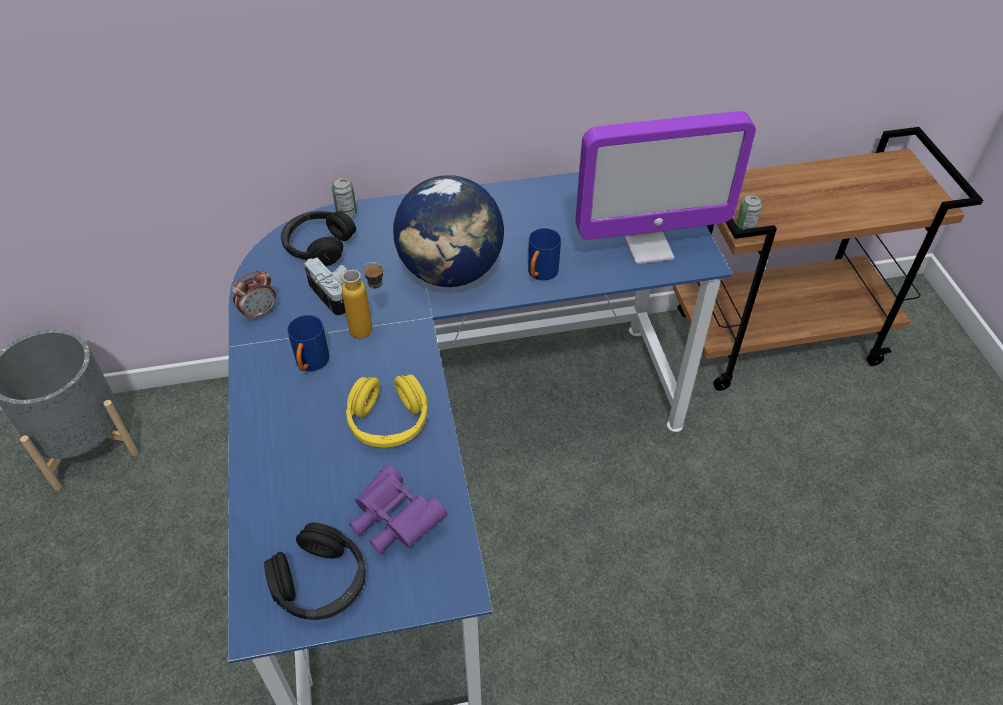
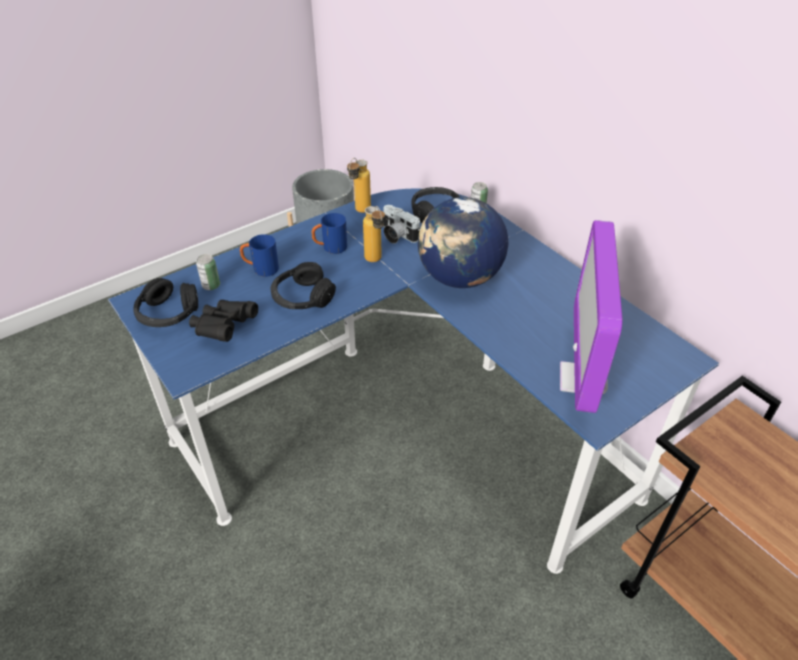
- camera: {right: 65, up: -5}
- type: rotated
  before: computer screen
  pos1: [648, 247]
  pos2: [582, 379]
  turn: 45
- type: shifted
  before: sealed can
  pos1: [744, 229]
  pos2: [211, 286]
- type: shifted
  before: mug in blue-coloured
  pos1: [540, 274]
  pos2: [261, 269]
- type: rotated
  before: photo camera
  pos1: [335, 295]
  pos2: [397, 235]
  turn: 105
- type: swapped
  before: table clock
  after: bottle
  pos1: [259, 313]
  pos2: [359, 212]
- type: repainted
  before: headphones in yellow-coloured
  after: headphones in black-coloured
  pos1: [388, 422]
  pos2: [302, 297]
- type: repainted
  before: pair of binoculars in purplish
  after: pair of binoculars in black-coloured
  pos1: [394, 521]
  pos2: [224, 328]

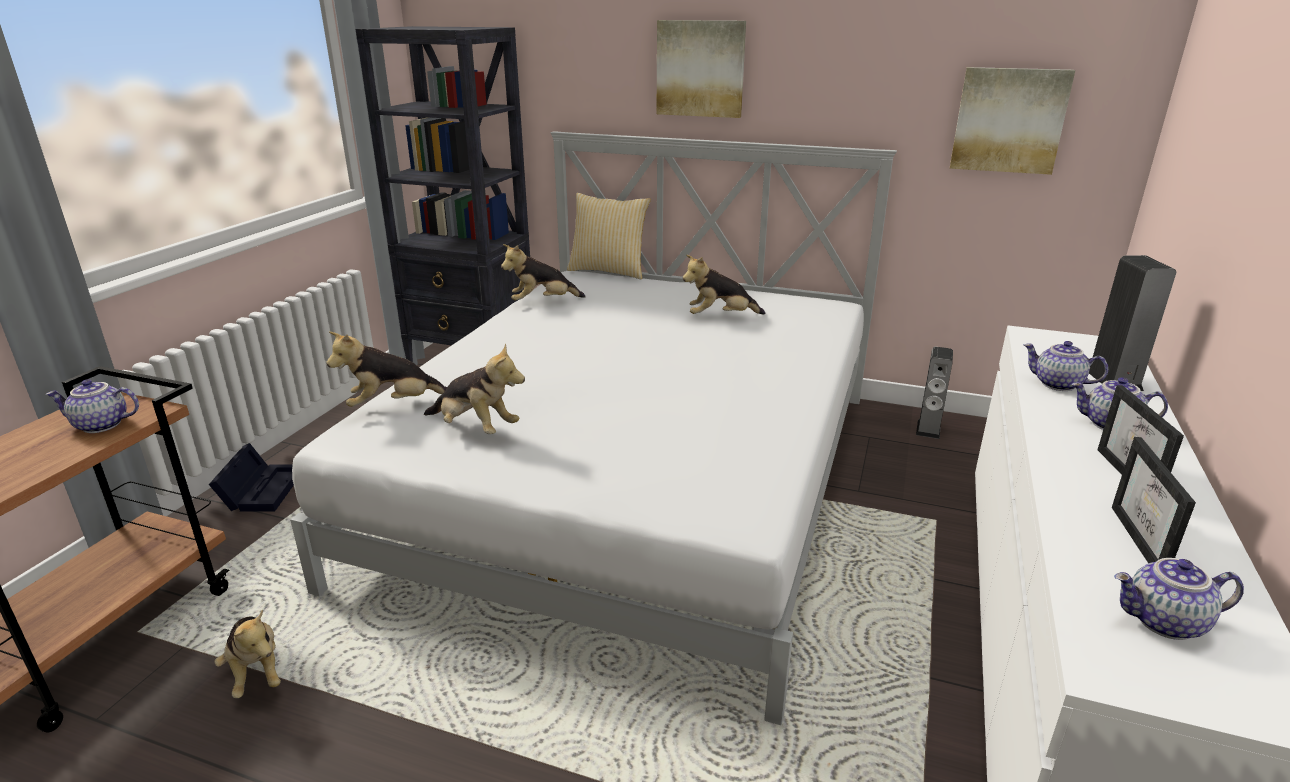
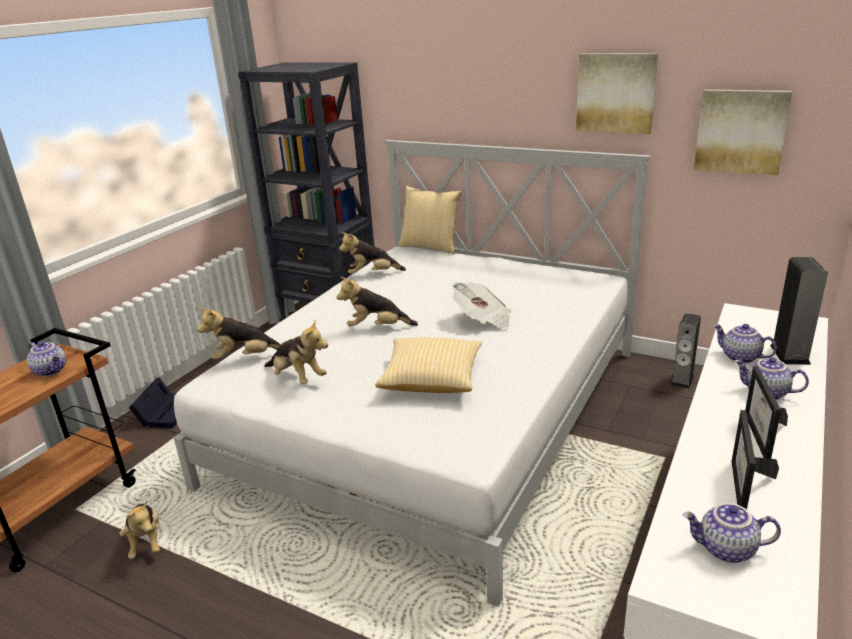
- camera: {right: 10, up: 0}
- type: shifted
  before: wall picture
  pos1: [700, 68]
  pos2: [616, 93]
- type: shifted
  before: cuddly toy
  pos1: [720, 317]
  pos2: [377, 328]
- type: rotated
  before: tea pot
  pos1: [100, 425]
  pos2: [51, 370]
  turn: -150
- type: new
  after: newspaper
  pos2: [483, 320]
- type: new
  after: pillow
  pos2: [431, 379]

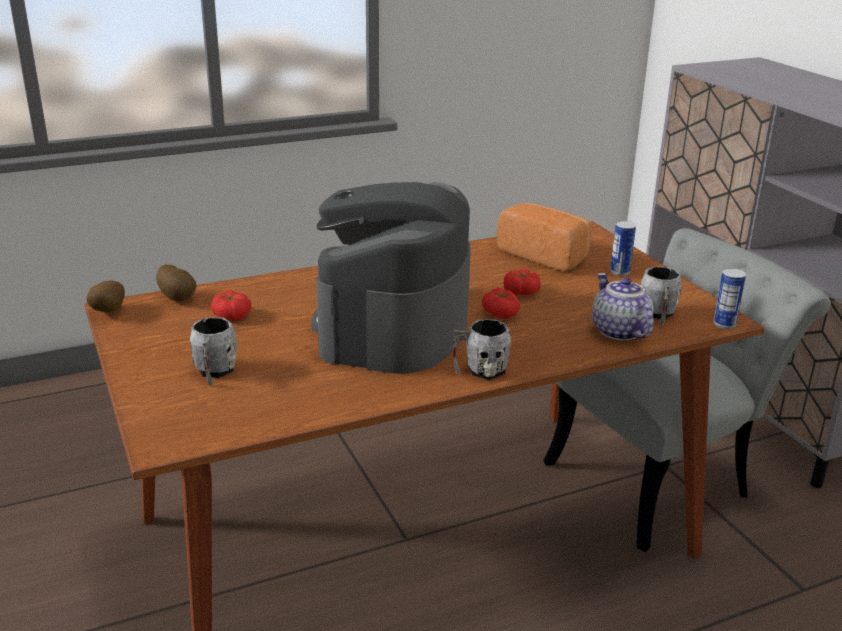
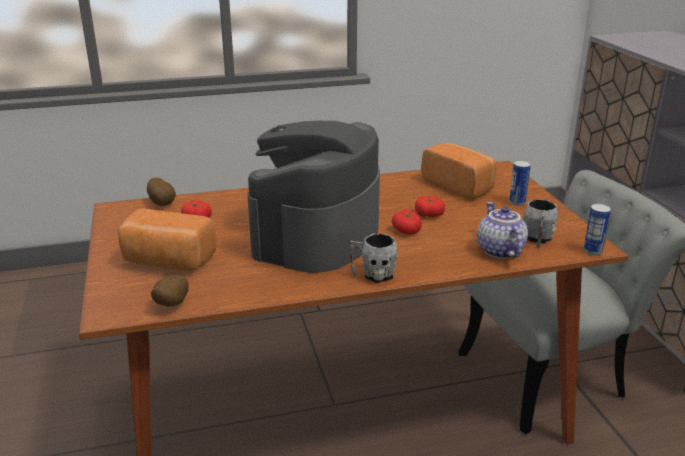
- camera: {right: 10, up: 0}
- type: shifted
  before: whole potato
  pos1: [106, 312]
  pos2: [170, 305]
- type: swapped
  before: mug in grey
  after: bread
  pos1: [214, 372]
  pos2: [167, 262]

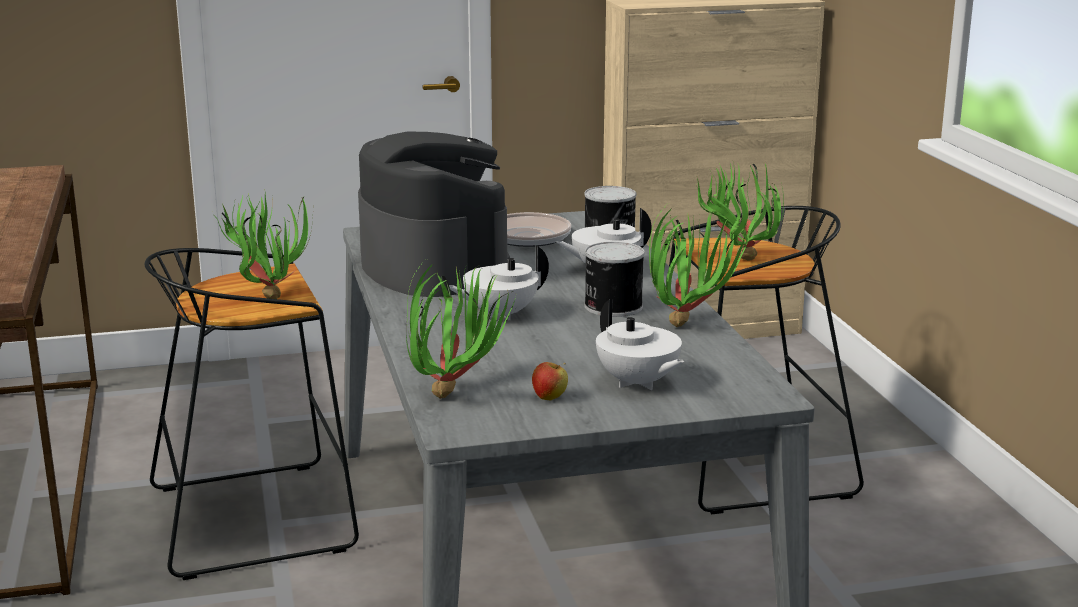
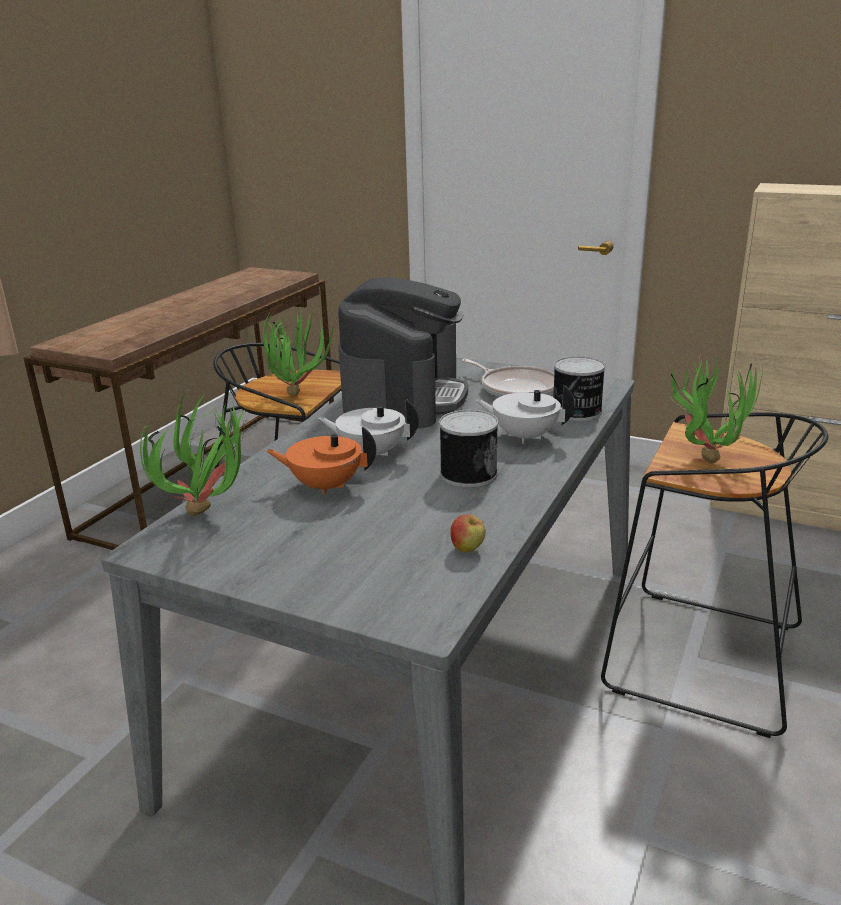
- camera: {right: 40, up: 5}
- type: gone
  before: potted plant
  pos1: [688, 322]
- type: gone
  before: tea pot in white-coloured
  pos1: [637, 383]
- type: shifted
  before: apple fruit
  pos1: [550, 398]
  pos2: [467, 549]
- type: new
  after: tea pot in orangey
  pos2: [325, 486]

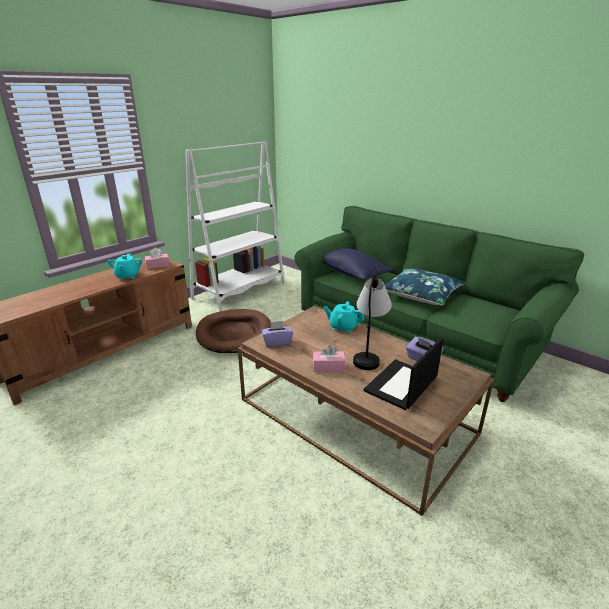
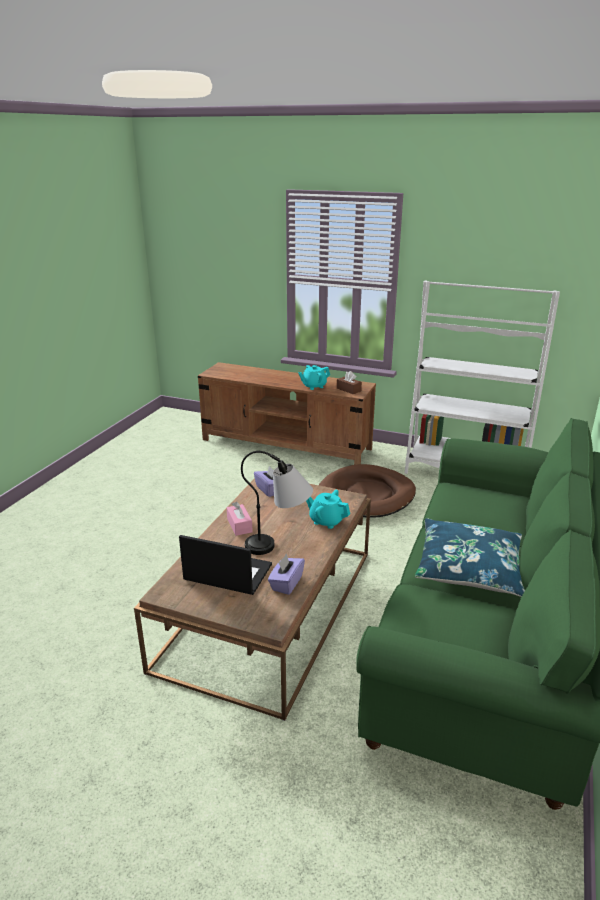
- camera: {right: 70, up: 0}
- type: repainted
  before: tissue holder in pink
  after: tissue holder in brown
  pos1: [158, 265]
  pos2: [348, 389]
- type: gone
  before: pillow in blue-coloured
  pos1: [351, 273]
- type: rotated
  before: tea pot in turquoise
  pos1: [343, 327]
  pos2: [326, 521]
  turn: -60

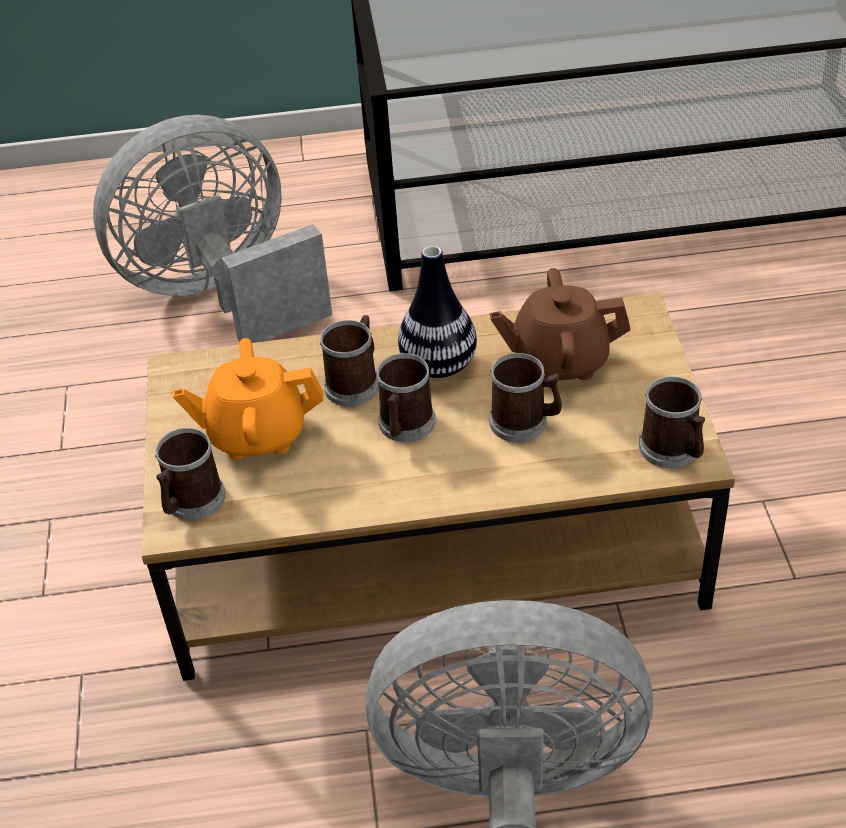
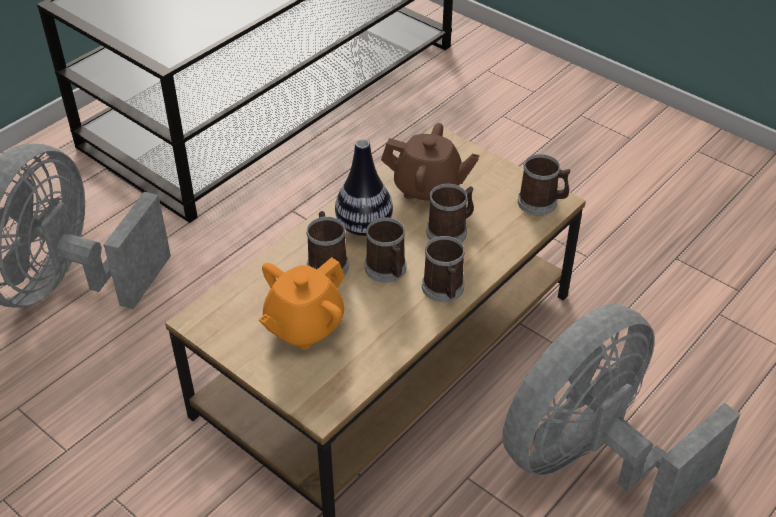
- camera: {right: -45, up: 0}
- type: rotated
  before: tea pot in brown
  pos1: [559, 361]
  pos2: [428, 188]
  turn: -120
- type: shifted
  before: mug
  pos1: [191, 502]
  pos2: [444, 290]

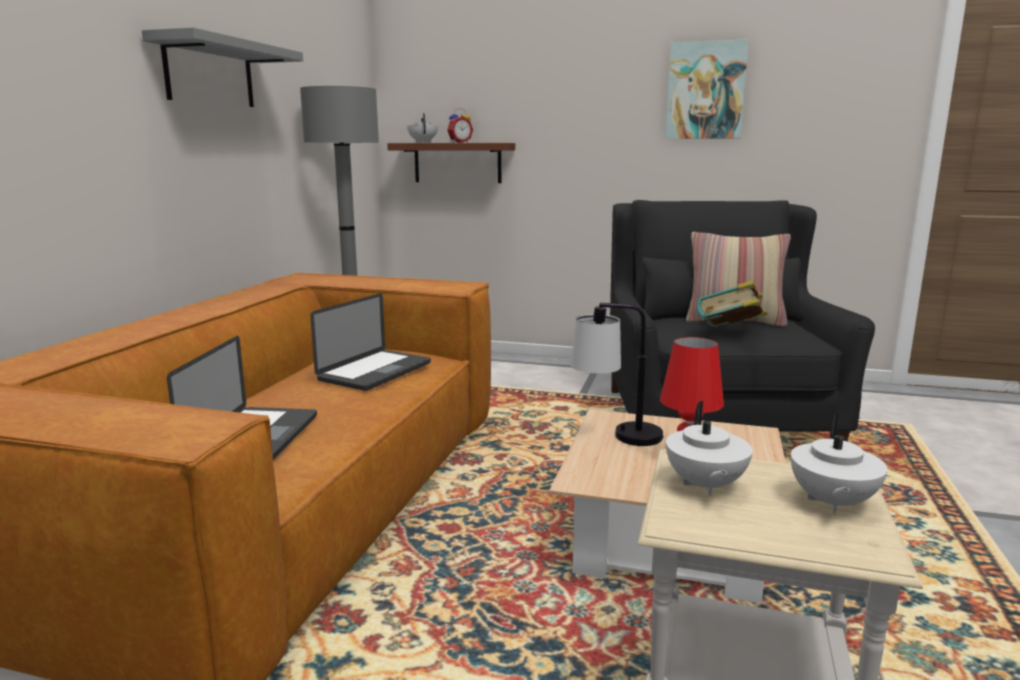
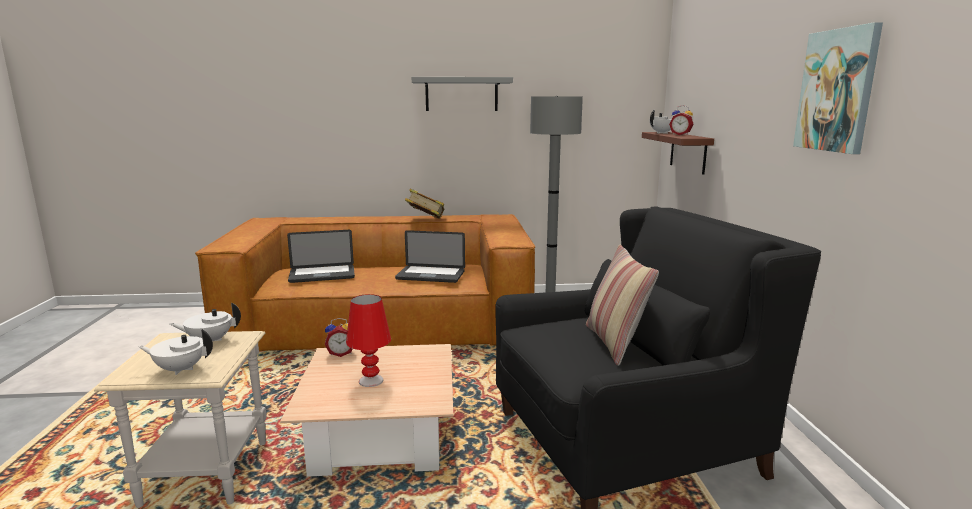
- camera: {right: 70, up: 0}
- type: shifted
  before: bound book
  pos1: [730, 334]
  pos2: [425, 220]
- type: gone
  before: tabletop lamp
  pos1: [616, 438]
- type: new
  after: table clock
  pos2: [341, 353]

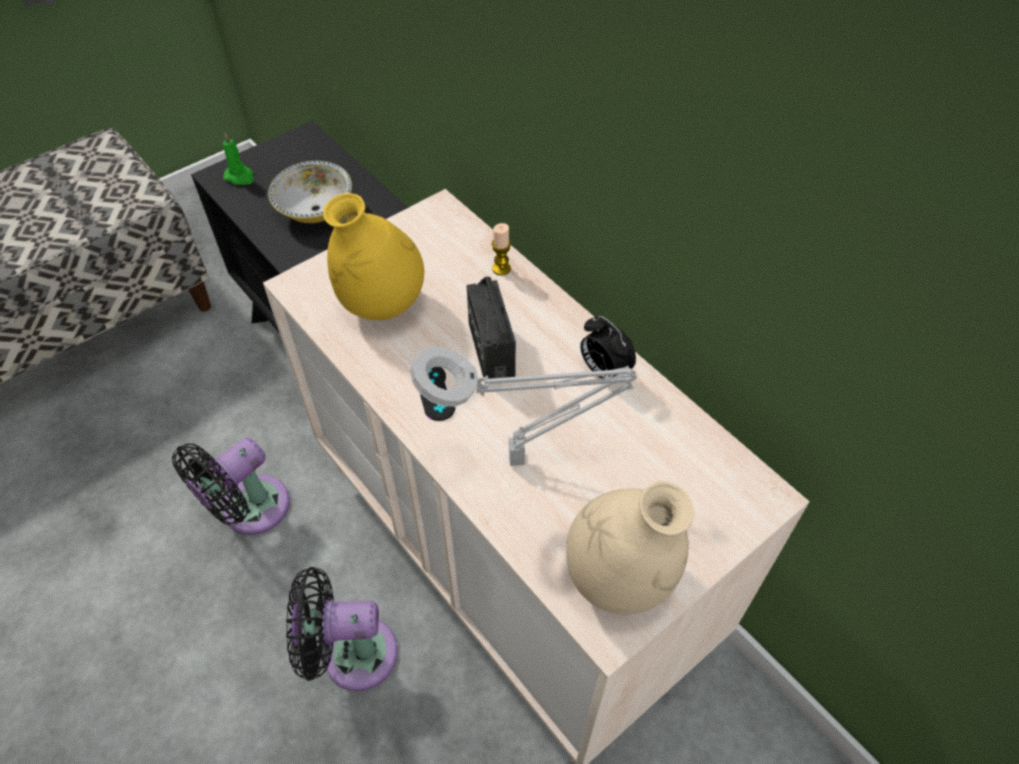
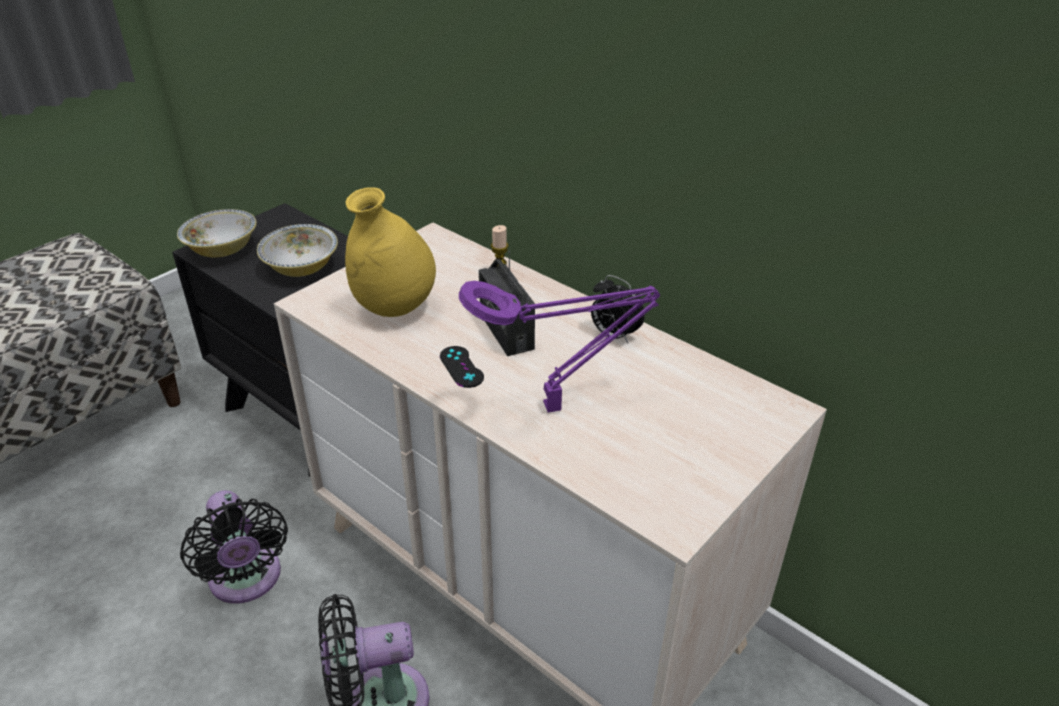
- camera: {right: -10, up: -15}
- type: swapped
  before: wax light in greenish
  after: bowl
  pos1: [240, 177]
  pos2: [222, 249]
- type: repainted
  before: tabletop lamp in grey
  after: tabletop lamp in purplish
  pos1: [523, 458]
  pos2: [558, 407]
- type: rotated
  before: electric fan in black-coloured
  pos1: [249, 510]
  pos2: [246, 580]
  turn: -60
- type: gone
  before: decorative vase in beige-coloured
  pos1: [619, 578]

